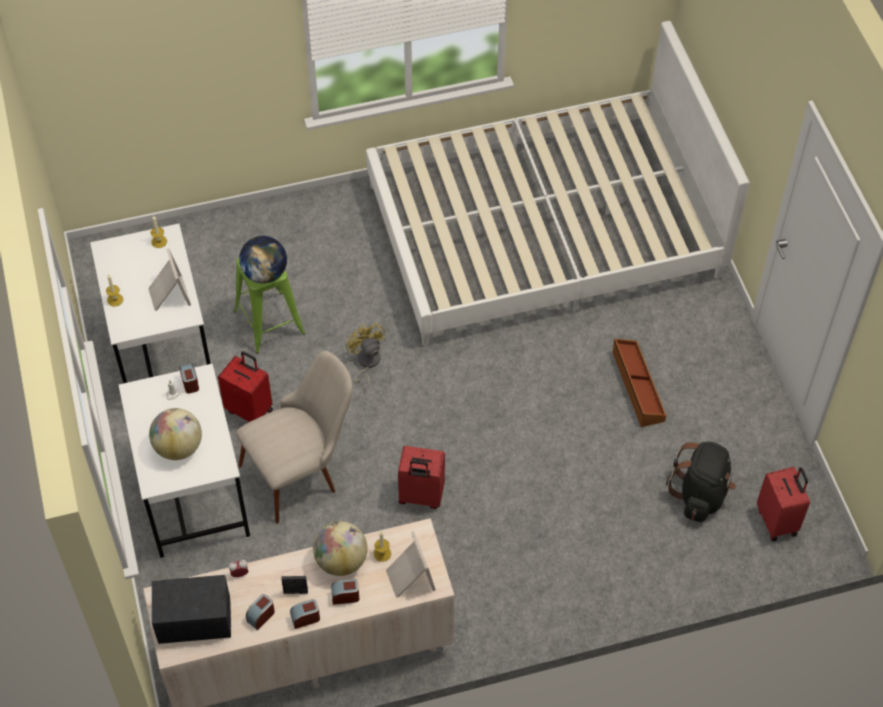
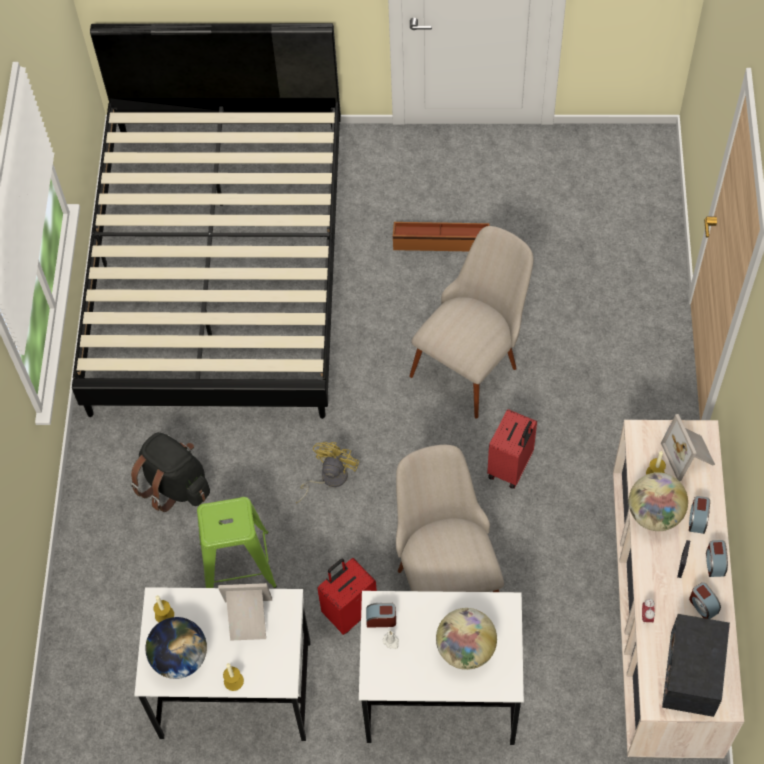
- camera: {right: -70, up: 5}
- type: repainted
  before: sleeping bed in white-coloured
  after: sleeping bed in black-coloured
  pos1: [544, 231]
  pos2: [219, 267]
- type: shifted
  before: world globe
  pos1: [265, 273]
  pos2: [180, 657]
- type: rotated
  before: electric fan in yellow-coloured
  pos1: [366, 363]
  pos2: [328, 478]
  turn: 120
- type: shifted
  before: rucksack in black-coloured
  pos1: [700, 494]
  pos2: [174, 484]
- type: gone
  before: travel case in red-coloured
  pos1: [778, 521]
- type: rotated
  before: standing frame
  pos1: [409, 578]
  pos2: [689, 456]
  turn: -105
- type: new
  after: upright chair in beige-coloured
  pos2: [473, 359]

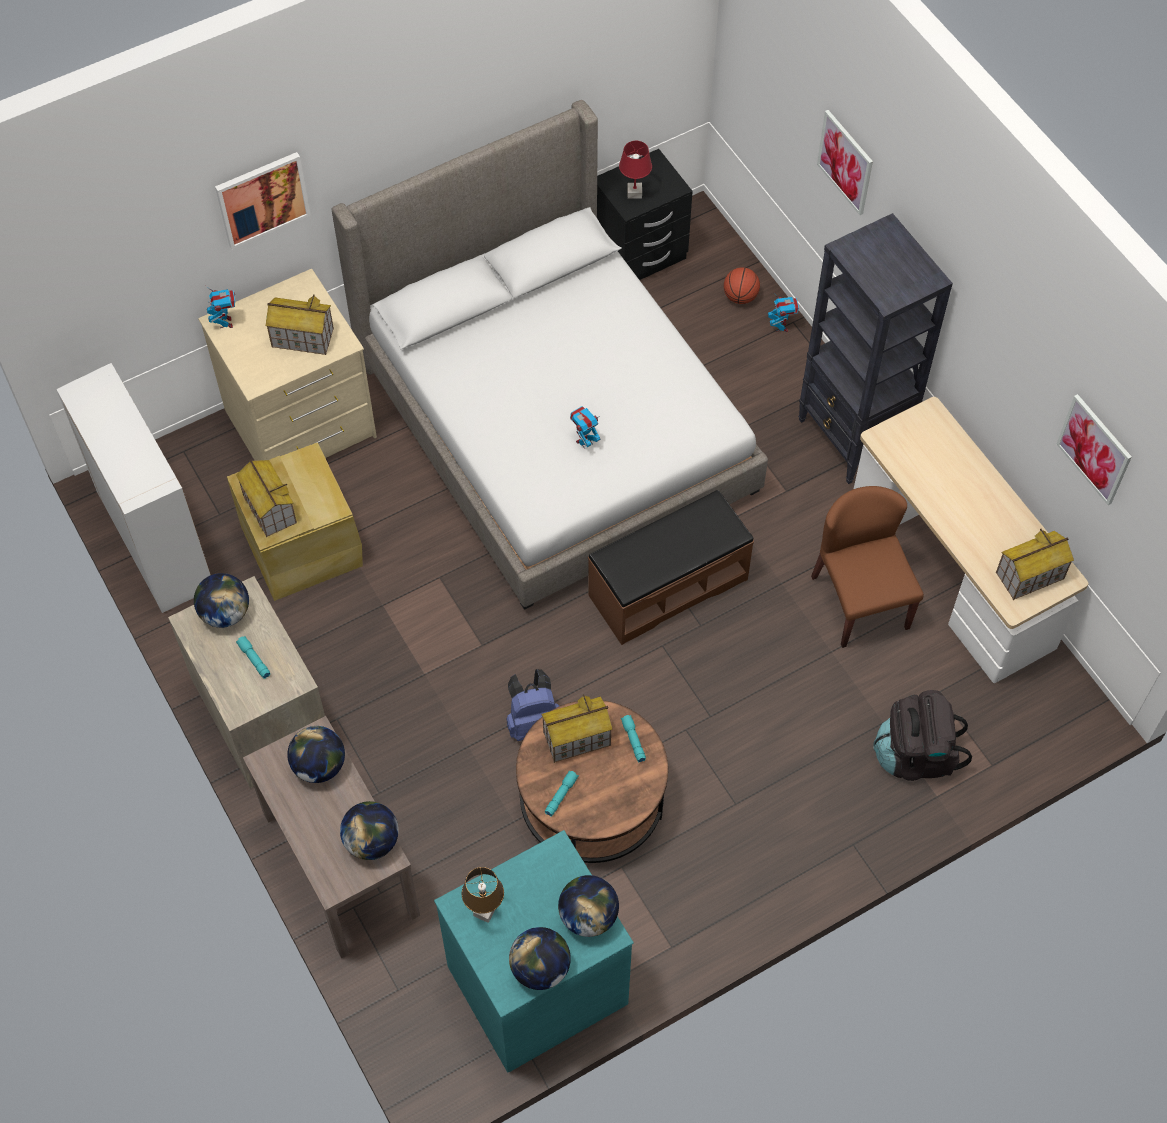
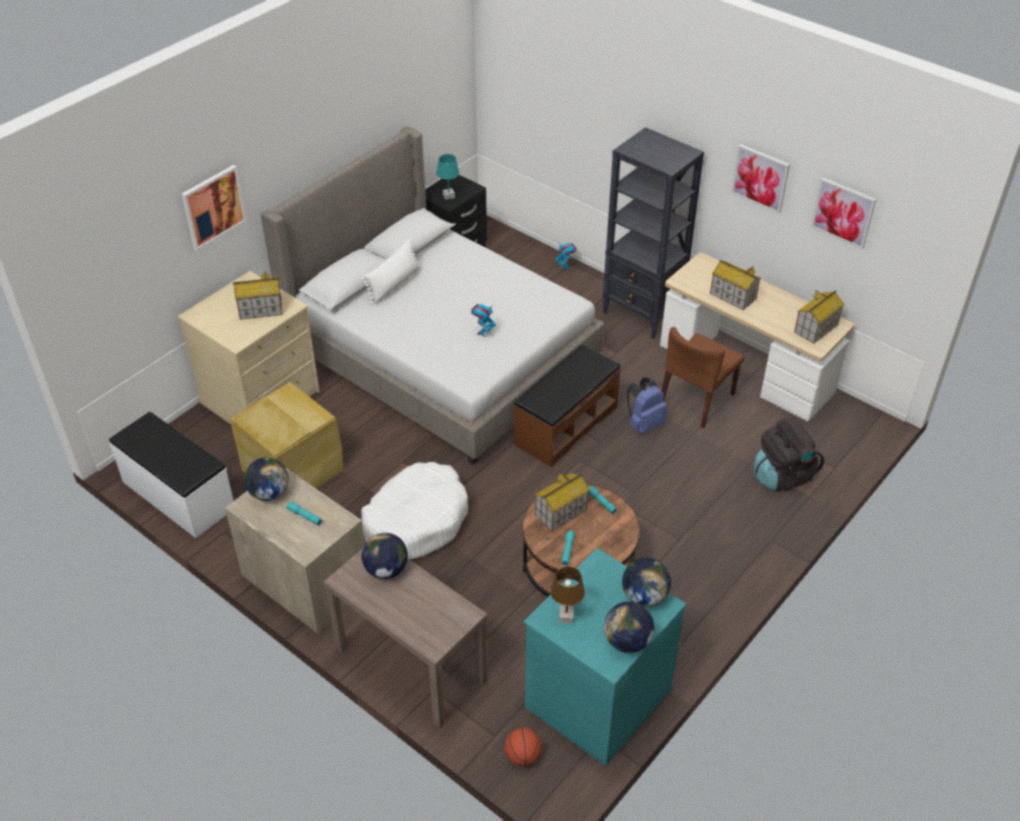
- camera: {right: -20, up: -15}
- type: shifted
  before: wall picture
  pos1: [845, 162]
  pos2: [760, 178]
- type: repainted
  before: tabletop lamp in red-coloured
  after: tabletop lamp in turquoise
  pos1: [634, 193]
  pos2: [449, 196]
- type: shifted
  before: basketball
  pos1: [740, 297]
  pos2: [522, 756]
- type: gone
  before: model robot
  pos1: [226, 323]
- type: swapped
  before: cupboard in white-coloured
  after: bench in white-coloured
  pos1: [154, 541]
  pos2: [177, 495]
- type: shifted
  before: miniature house
  pos1: [269, 508]
  pos2: [732, 296]
- type: rotated
  before: upright chair in brown
  pos1: [859, 601]
  pos2: [696, 400]
  turn: -105
- type: shifted
  before: rucksack in blue-coloured
  pos1: [533, 722]
  pos2: [644, 424]
- type: gone
  before: world globe
  pos1: [372, 841]
- type: new
  after: pillow in white-coloured
  pos2: [394, 284]
- type: new
  after: dog bed in white-coloured
  pos2: [416, 520]

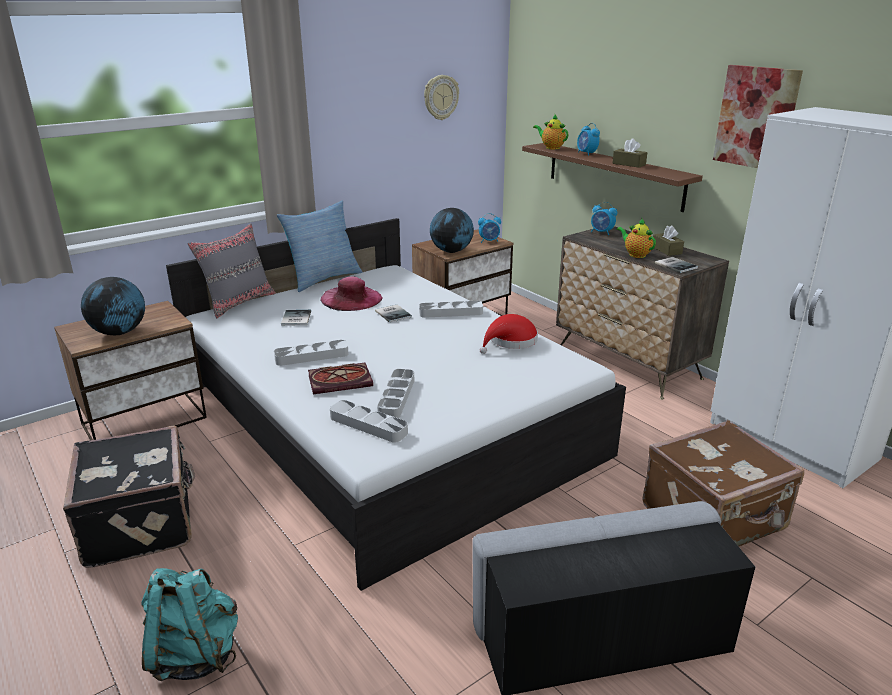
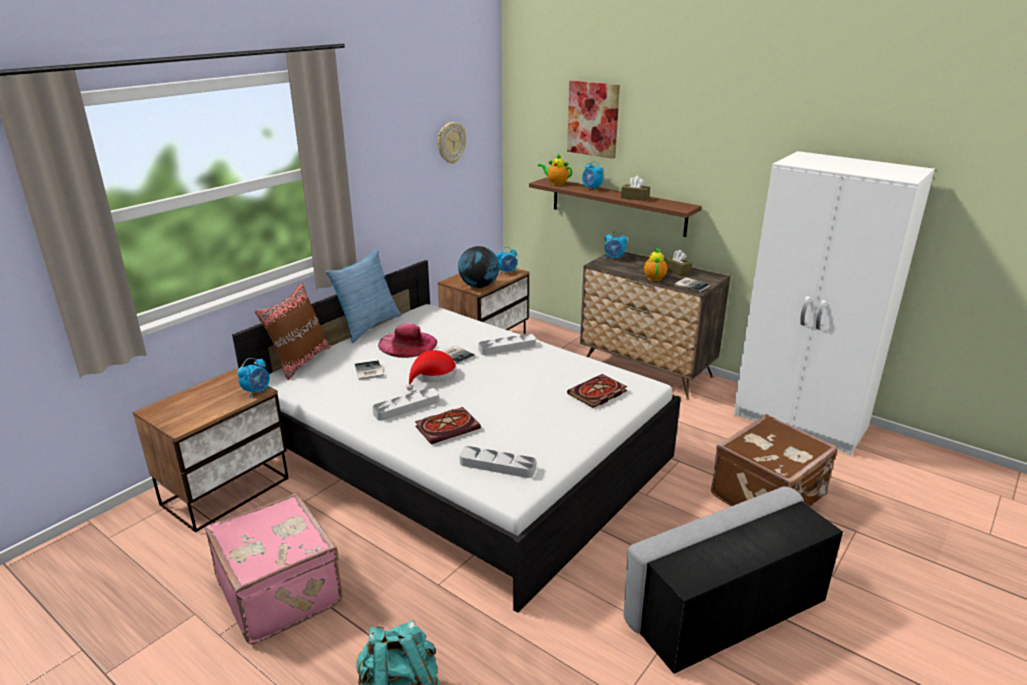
- camera: {right: -15, up: 0}
- type: shifted
  before: wall picture
  pos1: [756, 117]
  pos2: [593, 119]
- type: rotated
  before: tea pot
  pos1: [635, 254]
  pos2: [654, 278]
  turn: 60
- type: repainted
  before: pillow in grey
  after: pillow in brown
  pos1: [239, 303]
  pos2: [300, 361]
- type: gone
  before: world globe
  pos1: [119, 333]
- type: shifted
  before: hat in red-coloured
  pos1: [510, 341]
  pos2: [432, 375]
- type: gone
  before: serving tray in grey
  pos1: [396, 397]
- type: repainted
  before: travel case in black-coloured
  after: travel case in pink
  pos1: [142, 522]
  pos2: [282, 591]
- type: new
  after: table clock
  pos2: [257, 391]
- type: new
  after: bound book
  pos2: [597, 393]

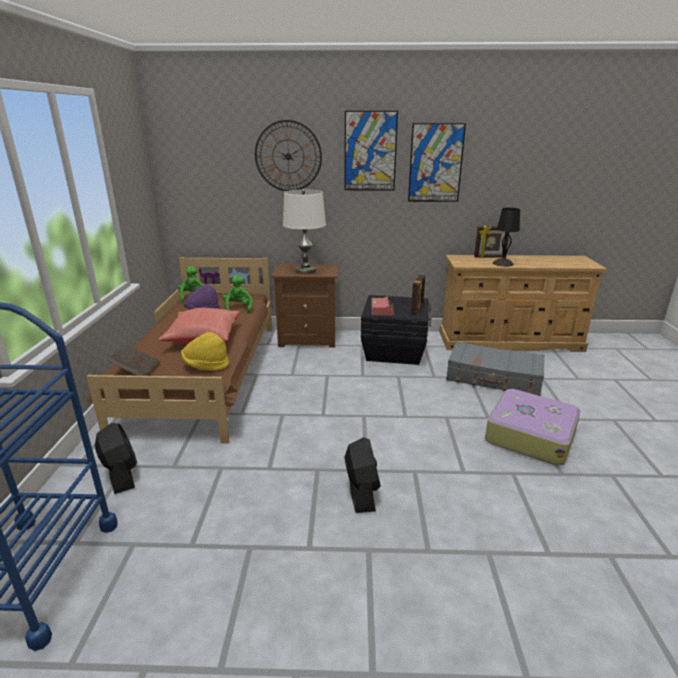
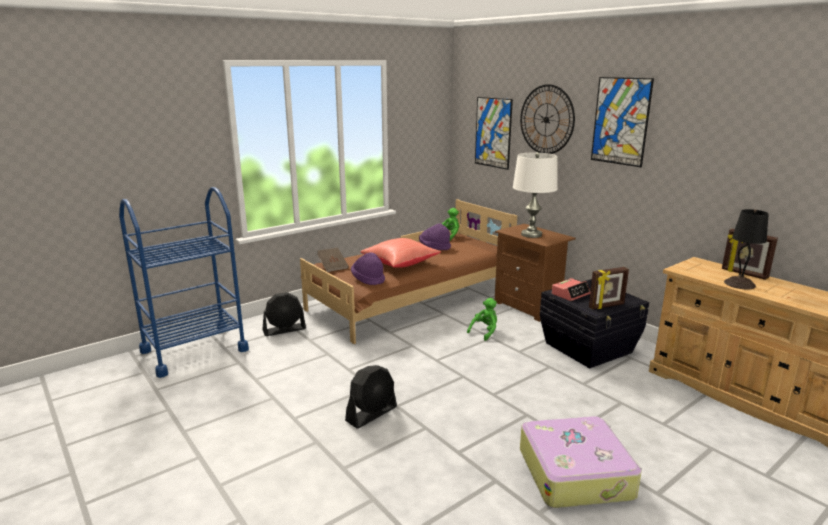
- camera: {right: 50, up: -5}
- type: shifted
  before: wall picture
  pos1: [435, 163]
  pos2: [493, 132]
- type: shifted
  before: cuddly toy in greenish
  pos1: [238, 308]
  pos2: [484, 332]
- type: repainted
  before: hat in yellow-coloured
  after: hat in purplish
  pos1: [206, 365]
  pos2: [368, 279]
- type: gone
  before: travel case in grey
  pos1: [493, 378]
- type: rotated
  before: electric fan in black-coloured
  pos1: [121, 474]
  pos2: [284, 330]
  turn: 45

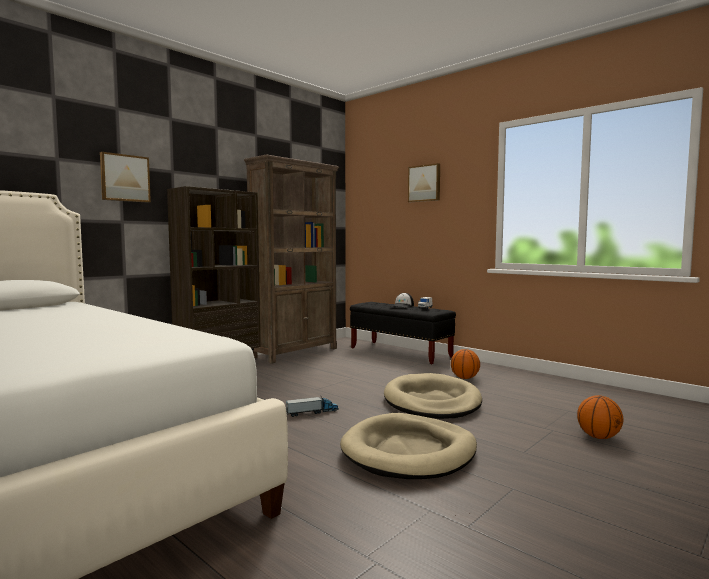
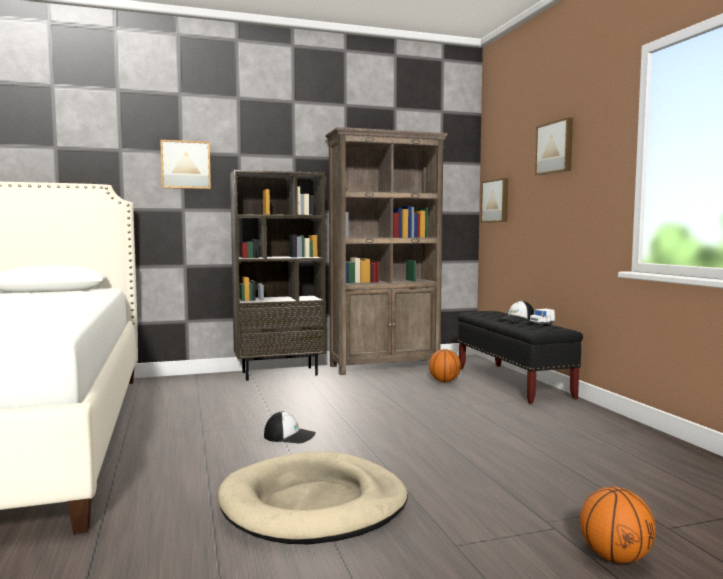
- camera: {right: 30, up: 0}
- type: shifted
  before: basketball
  pos1: [464, 378]
  pos2: [444, 381]
- type: gone
  before: dog bed in beige-coloured
  pos1: [432, 401]
- type: swapped
  before: toy lorry
  after: baseball cap
  pos1: [312, 412]
  pos2: [290, 436]
- type: new
  after: wall picture
  pos2: [496, 201]

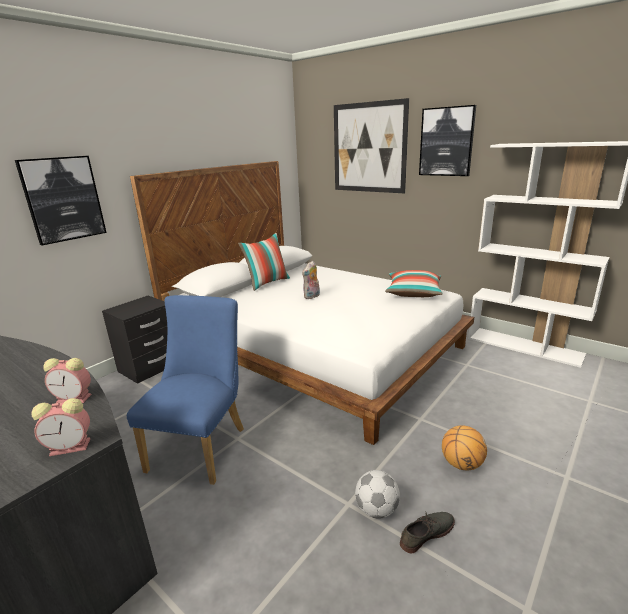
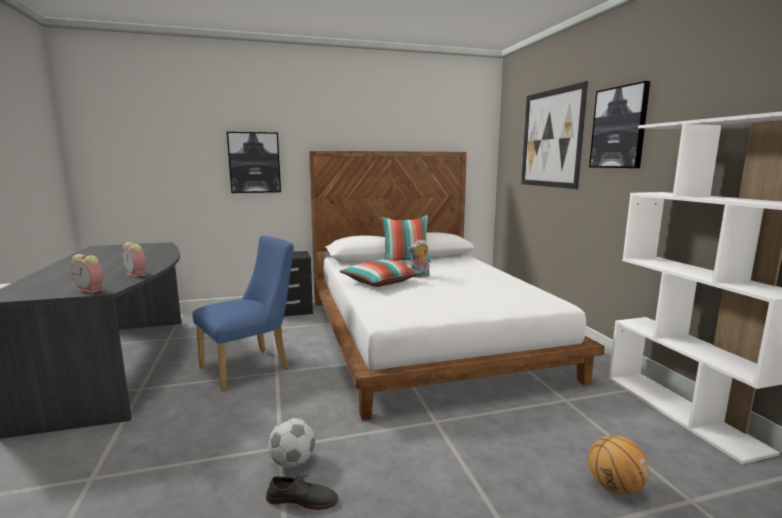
- camera: {right: 35, up: -10}
- type: shifted
  before: pillow
  pos1: [413, 292]
  pos2: [380, 282]
- type: shifted
  before: basketball
  pos1: [461, 464]
  pos2: [614, 487]

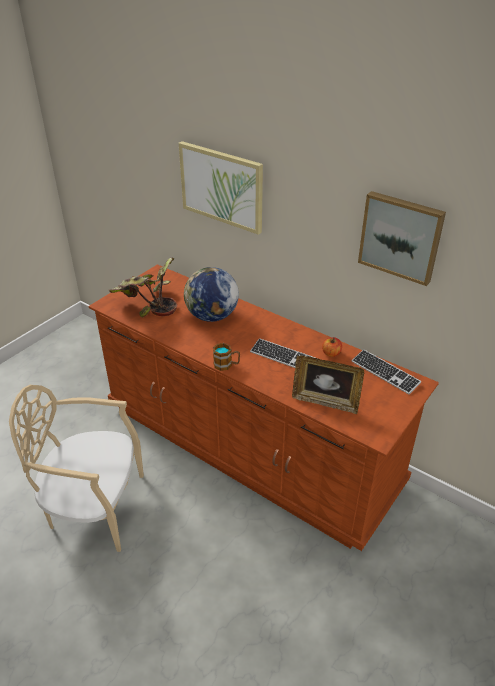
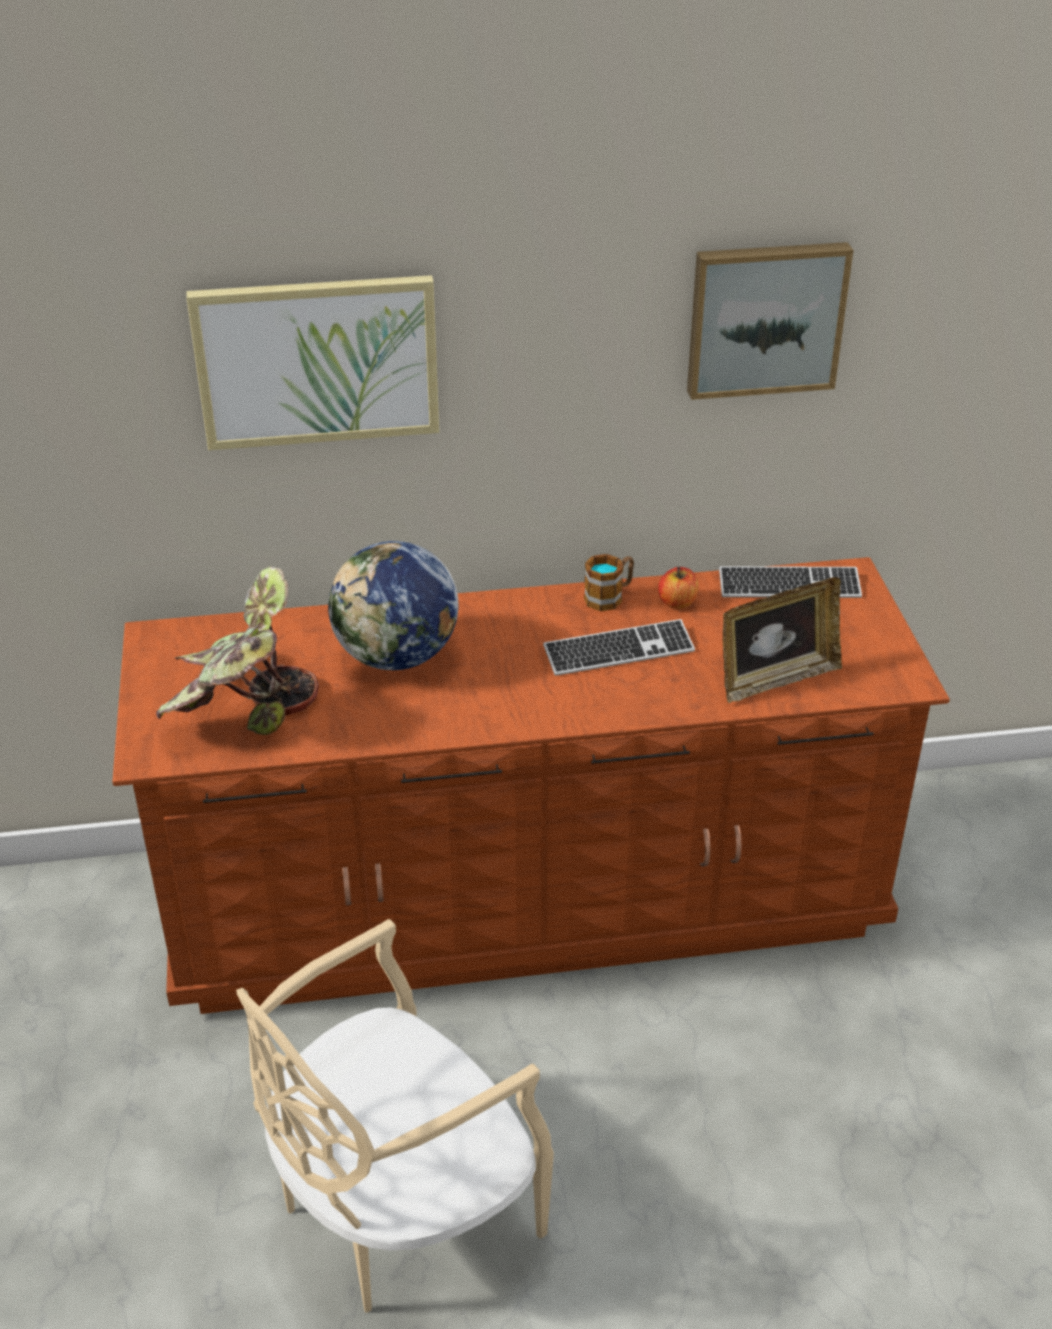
- camera: {right: -45, up: 0}
- type: shifted
  before: mug
  pos1: [226, 365]
  pos2: [609, 597]

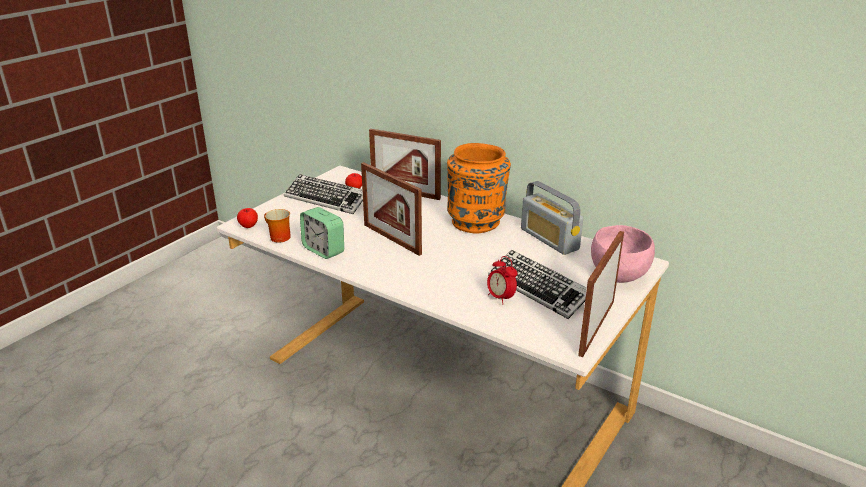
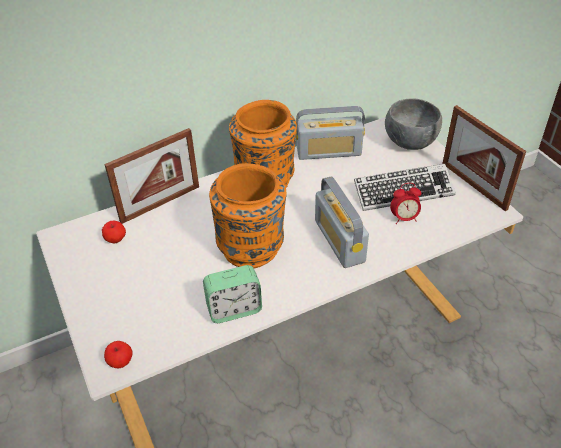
- camera: {right: -60, up: 15}
- type: swapped
  before: standing frame
  after: decorative vase in orangey
  pos1: [392, 239]
  pos2: [252, 249]
- type: gone
  before: keyboard
  pos1: [326, 199]
- type: gone
  before: mug
  pos1: [277, 237]
- type: repainted
  before: bowl in pink
  after: bowl in grey
  pos1: [619, 275]
  pos2: [409, 142]
- type: new
  after: radio
  pos2: [339, 241]

